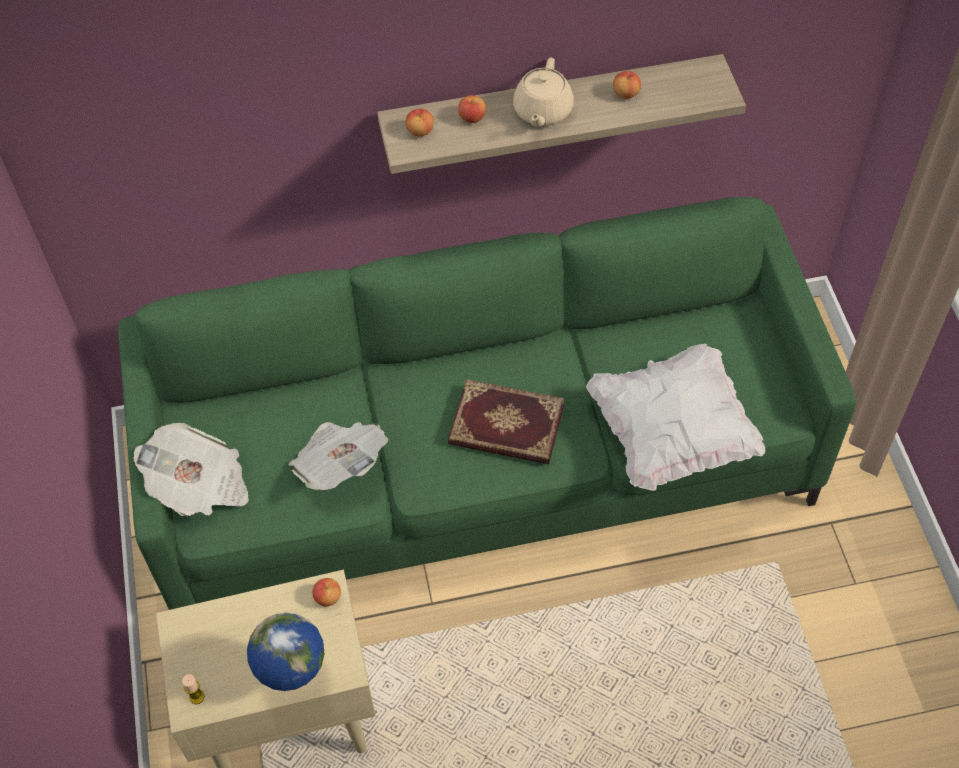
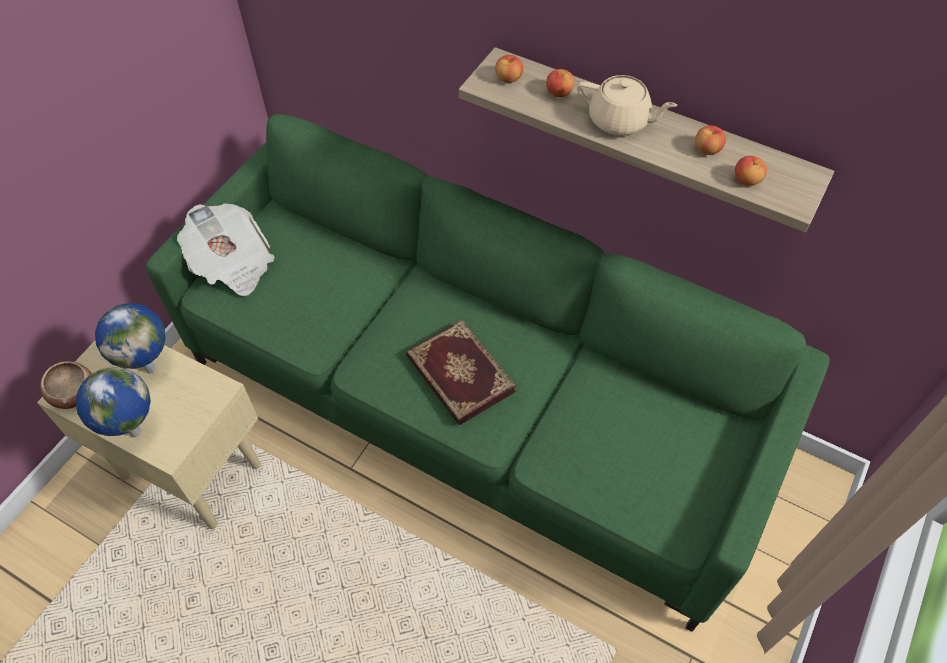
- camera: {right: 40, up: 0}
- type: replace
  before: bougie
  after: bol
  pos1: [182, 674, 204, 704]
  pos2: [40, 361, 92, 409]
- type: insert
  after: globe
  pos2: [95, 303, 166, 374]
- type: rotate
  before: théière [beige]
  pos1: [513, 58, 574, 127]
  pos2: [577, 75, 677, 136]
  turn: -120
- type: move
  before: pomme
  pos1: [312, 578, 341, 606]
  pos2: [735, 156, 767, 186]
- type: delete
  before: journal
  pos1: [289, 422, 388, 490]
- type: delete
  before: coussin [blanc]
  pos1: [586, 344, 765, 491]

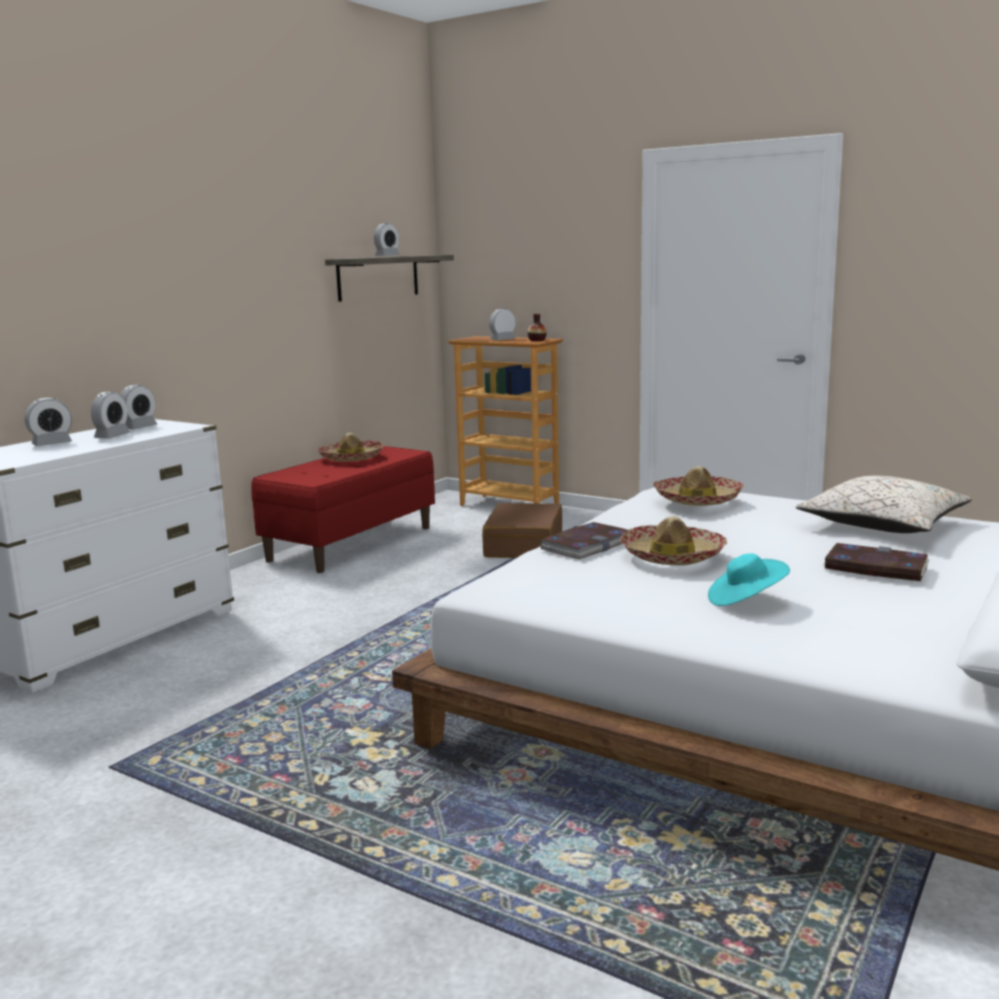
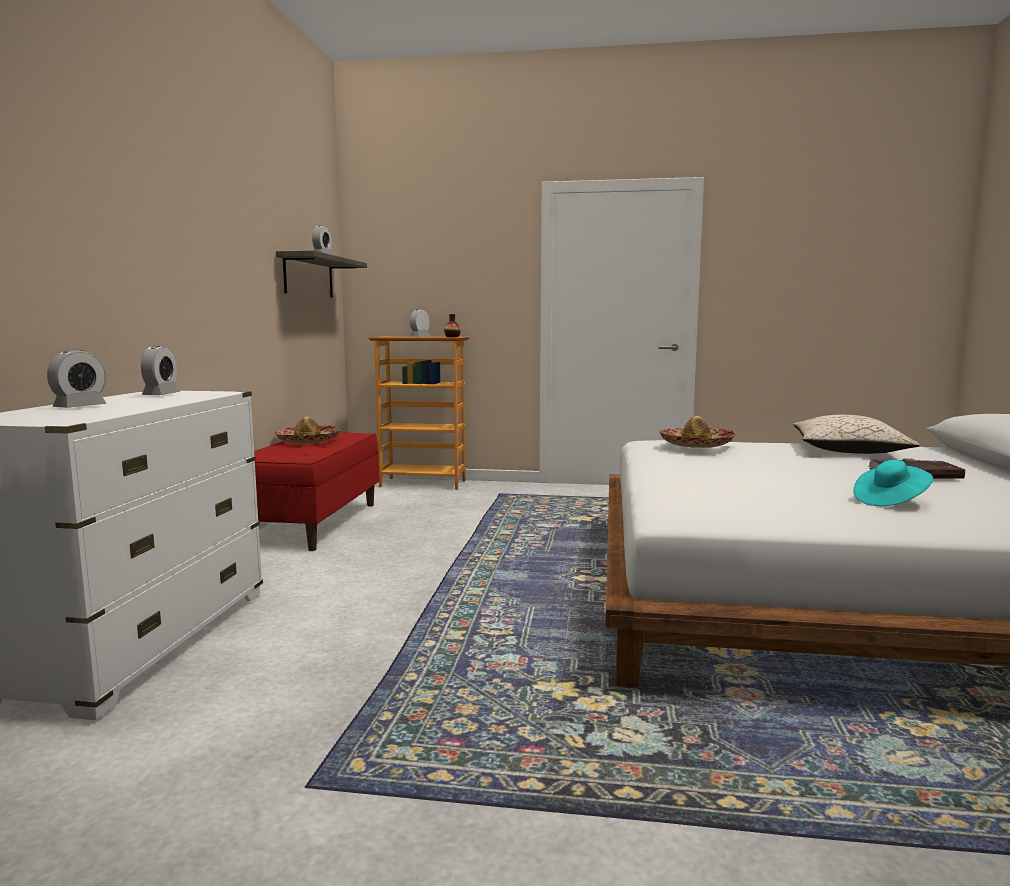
- camera: {right: -25, up: -5}
- type: delete
  before: réveil
  pos1: [91, 391, 131, 438]
- type: delete
  before: valise [marron]
  pos1: [482, 503, 562, 558]
- type: delete
  before: livre
  pos1: [541, 522, 628, 559]
- type: delete
  before: chapeau
  pos1: [620, 516, 727, 566]

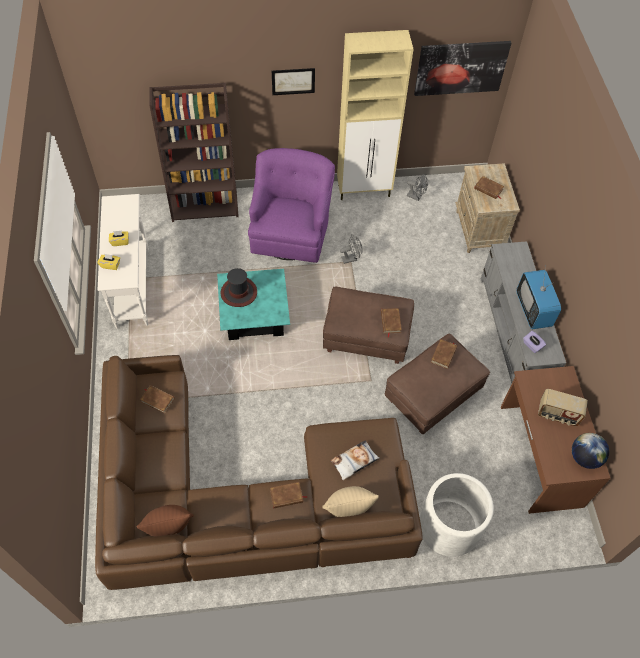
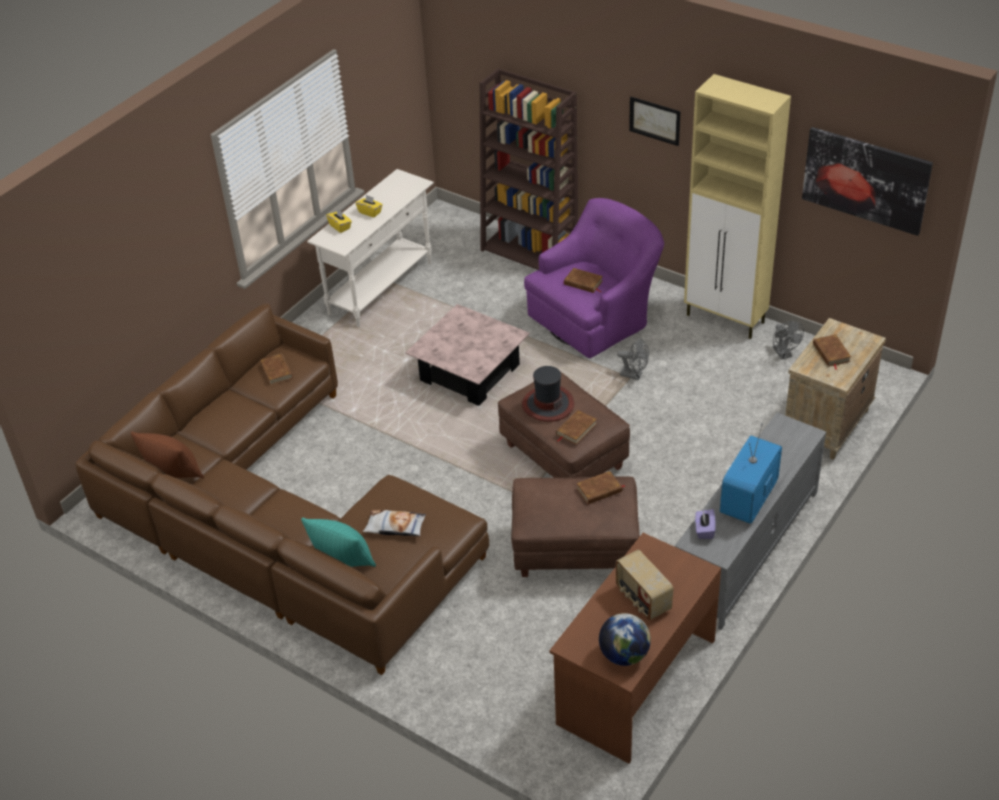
- camera: {right: 45, up: -15}
- type: recolor
  before: coussin [beige]
  after: coussin [turquoise]
  pos1: [322, 486, 379, 517]
  pos2: [301, 518, 376, 567]
- type: recolor
  before: table basse [turquoise]
  after: table basse [rose]
  pos1: [217, 269, 290, 340]
  pos2: [405, 304, 530, 406]
- type: move
  before: chapeau
  pos1: [221, 268, 257, 307]
  pos2: [522, 366, 574, 422]
- type: move
  before: livre [marron]
  pos1: [270, 482, 308, 508]
  pos2: [564, 268, 603, 293]
- type: delete
  before: cache-pot [blanc]
  pos1: [420, 473, 494, 557]

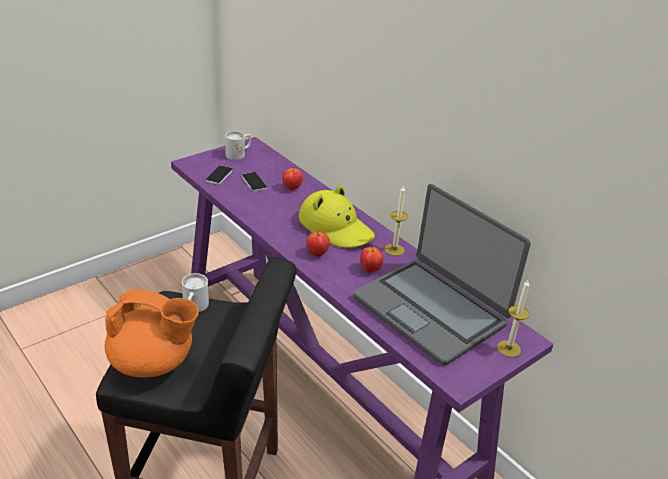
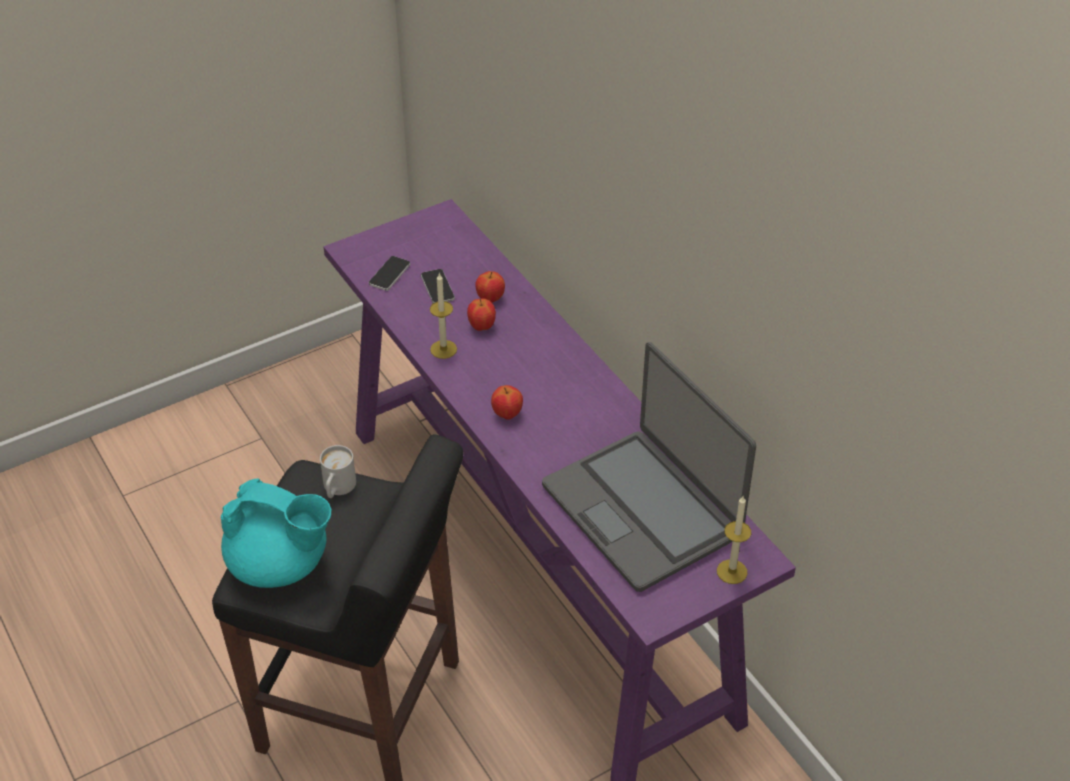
- camera: {right: 10, up: 10}
- type: recolor
  before: théière [orange]
  after: théière [turquoise]
  pos1: [105, 289, 199, 378]
  pos2: [221, 478, 332, 588]
- type: move
  before: bougie
  pos1: [385, 185, 408, 256]
  pos2: [430, 273, 457, 359]
- type: move
  before: pomme
  pos1: [360, 247, 383, 273]
  pos2: [467, 298, 496, 331]
- type: delete
  before: mug [blanc]
  pos1: [225, 131, 251, 160]
- type: delete
  before: chapeau [jaune]
  pos1: [299, 185, 375, 248]

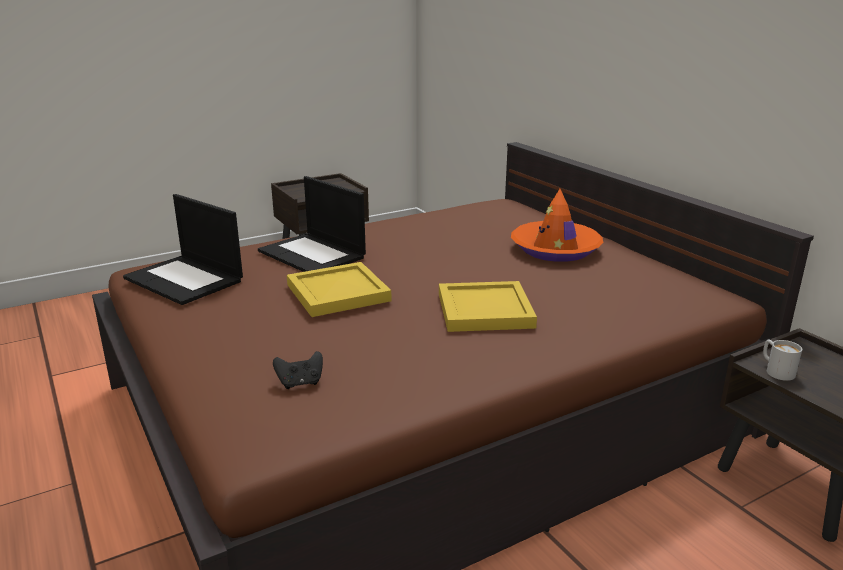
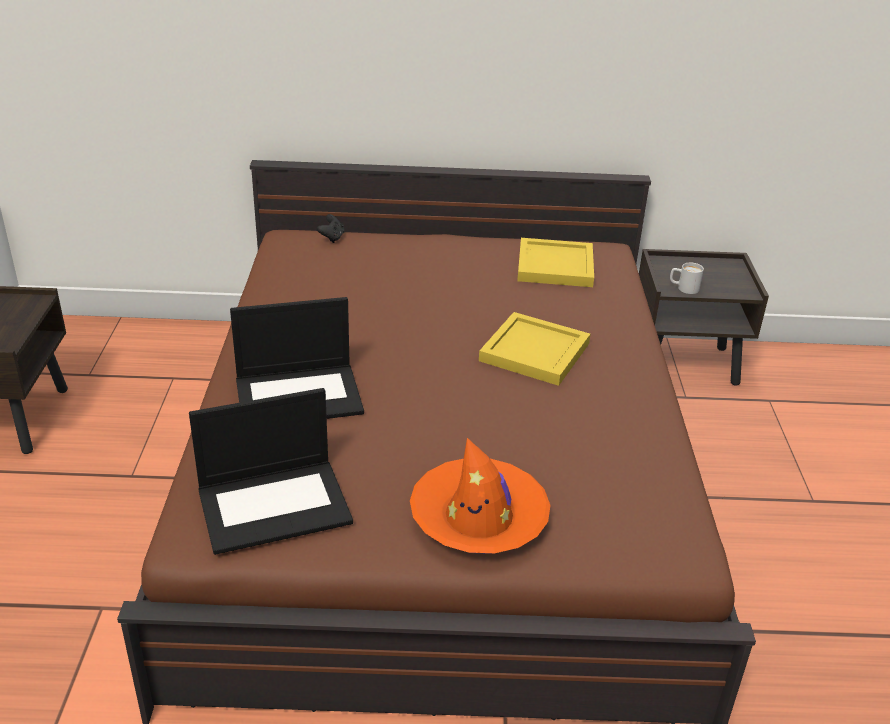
- camera: {right: -60, up: 10}
- type: move
  before: manette [noir]
  pos1: [273, 351, 323, 389]
  pos2: [317, 214, 345, 243]
- type: move
  before: chapeau [orange]
  pos1: [511, 189, 603, 262]
  pos2: [410, 438, 551, 554]
- type: move
  before: plateau [jaune]
  pos1: [287, 262, 392, 317]
  pos2: [517, 238, 594, 287]

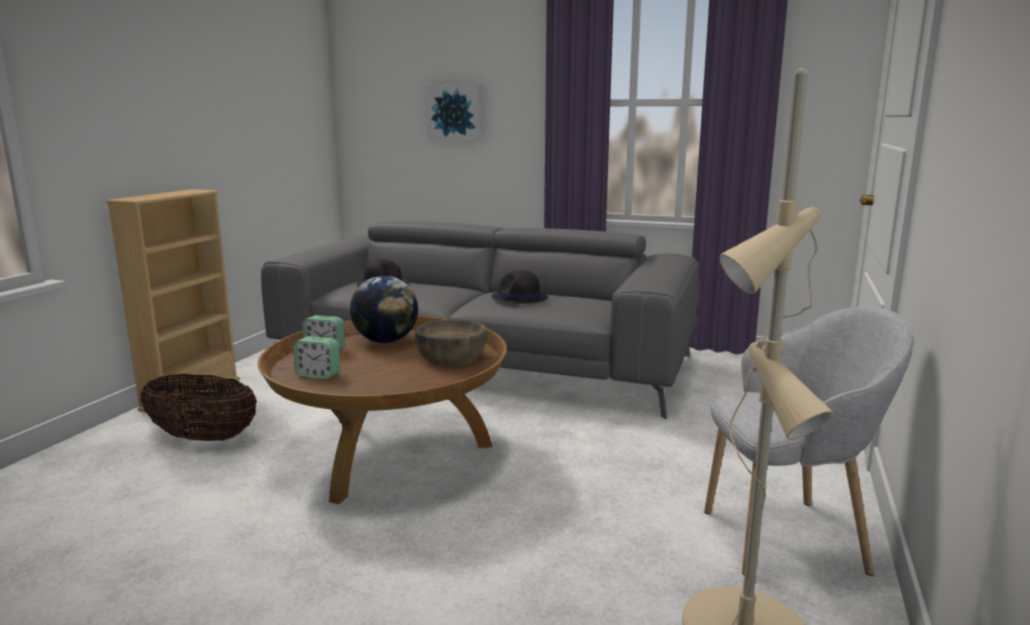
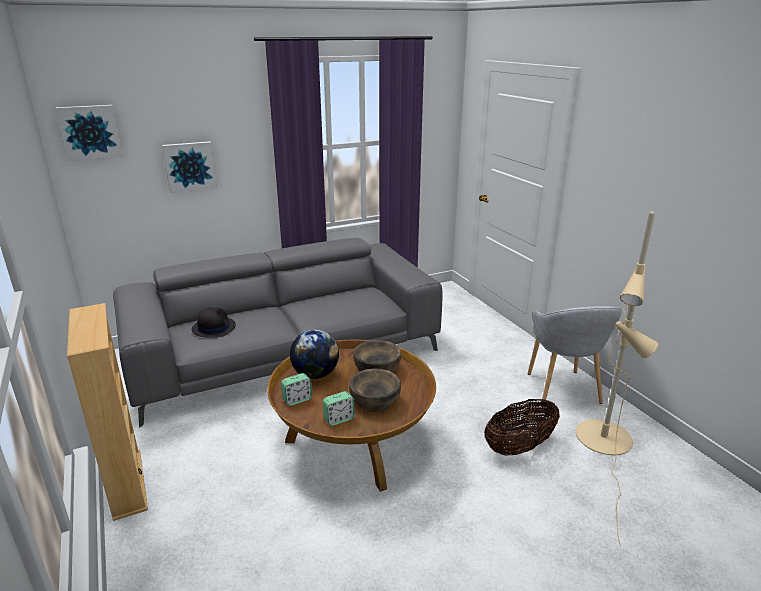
- camera: {right: -45, up: 10}
- type: insert
  after: tableau
  pos2: [56, 105, 123, 161]
- type: insert
  after: bol [marron]
  pos2: [349, 369, 401, 412]
- type: move
  before: panier
  pos1: [140, 374, 257, 441]
  pos2: [484, 399, 560, 456]
- type: rotate
  before: fauteuil [gris]
  pos1: [704, 307, 913, 576]
  pos2: [528, 306, 622, 404]
  turn: 135
- type: delete
  before: chapeau [noir]
  pos1: [491, 270, 548, 304]

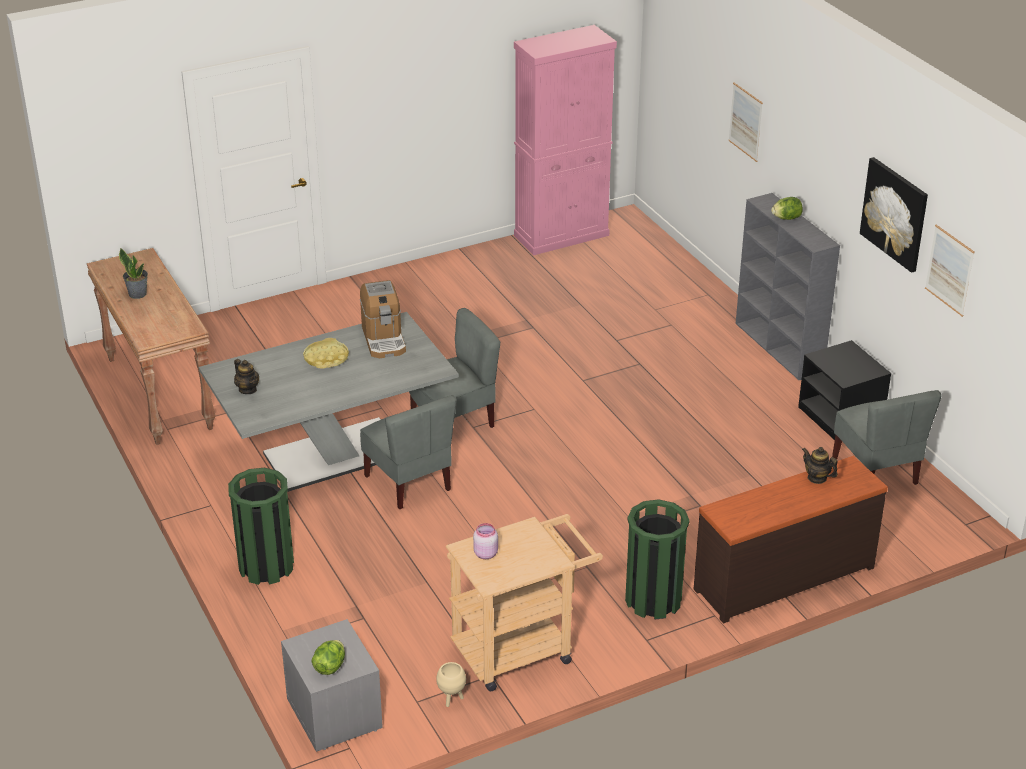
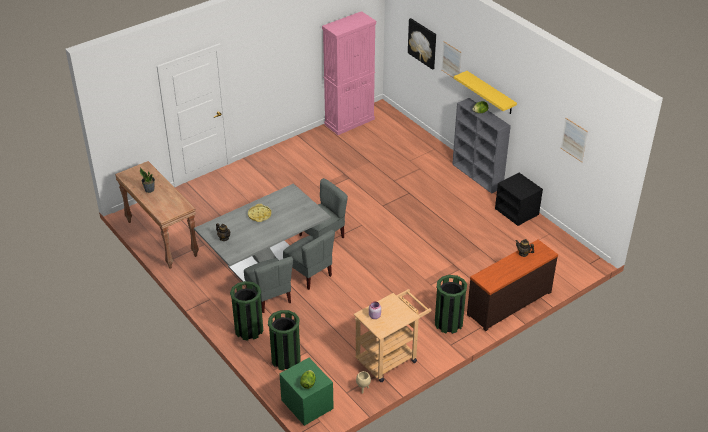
- camera: {right: -10, up: 5}
- type: move
  before: chaise [gris]
  pos1: [832, 390, 942, 485]
  pos2: [244, 257, 293, 313]
- type: insert
  after: poubelle [vert]
  pos2: [268, 310, 301, 371]
- type: recolor
  before: table de chevet [gris]
  after: table de chevet [vert]
  pos1: [281, 619, 383, 752]
  pos2: [279, 358, 334, 426]
- type: move
  before: tableau
  pos1: [860, 157, 928, 273]
  pos2: [408, 18, 436, 70]
- type: insert
  after: étagère [jaune]
  pos2: [454, 71, 517, 114]
- type: delete
  before: machine à café
  pos1: [360, 280, 406, 358]

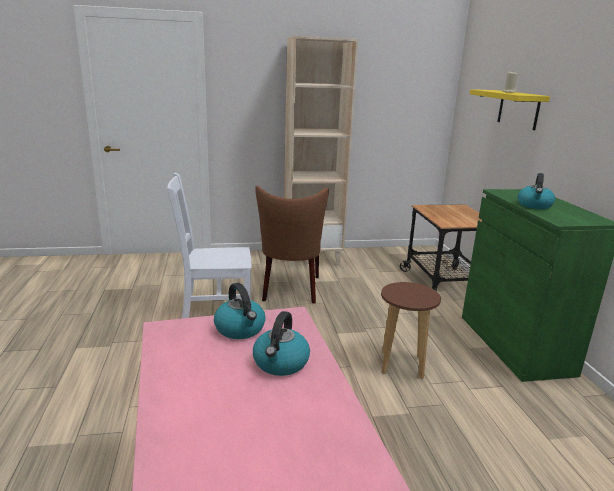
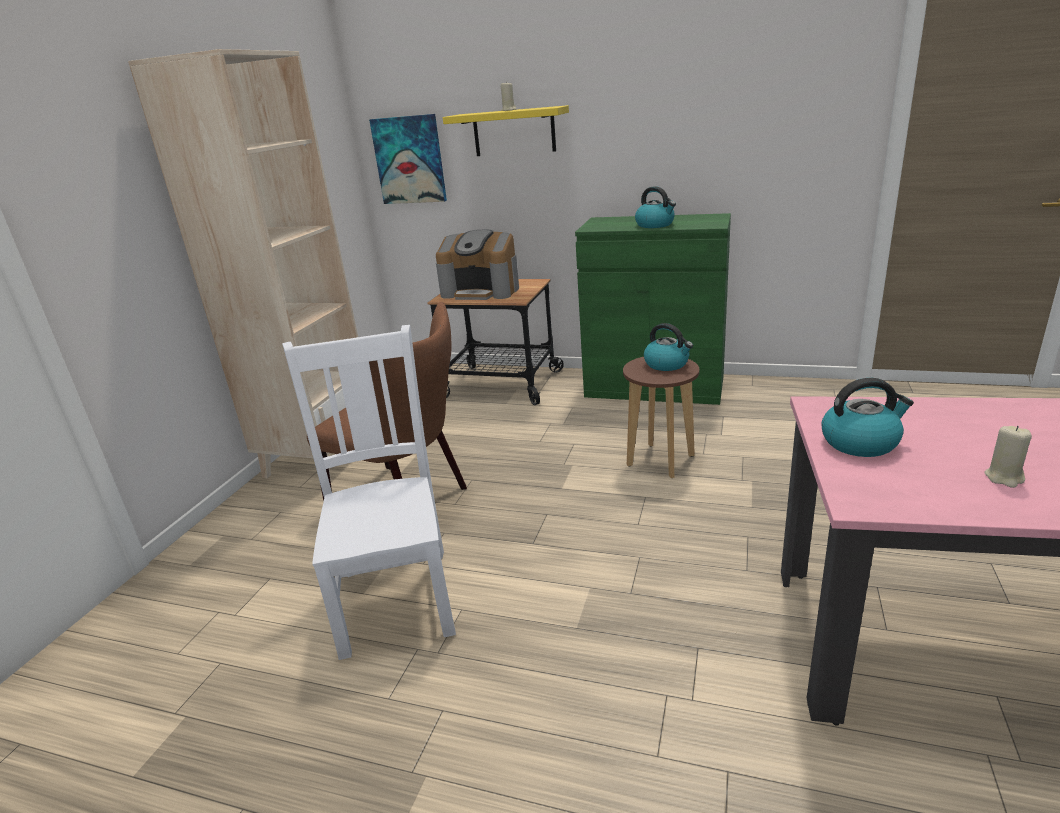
- camera: {right: -60, up: 5}
- type: rotate
  before: chaise [blanc]
  pos1: [167, 173, 251, 318]
  pos2: [282, 325, 456, 660]
  turn: 150
- type: insert
  after: tableau
  pos2: [369, 114, 447, 204]
- type: insert
  after: machine à café
  pos2: [436, 230, 519, 300]
- type: move
  before: bouilloire
  pos1: [253, 311, 310, 376]
  pos2: [644, 323, 693, 371]
- type: insert
  after: bougie [beige]
  pos2: [985, 426, 1032, 488]

